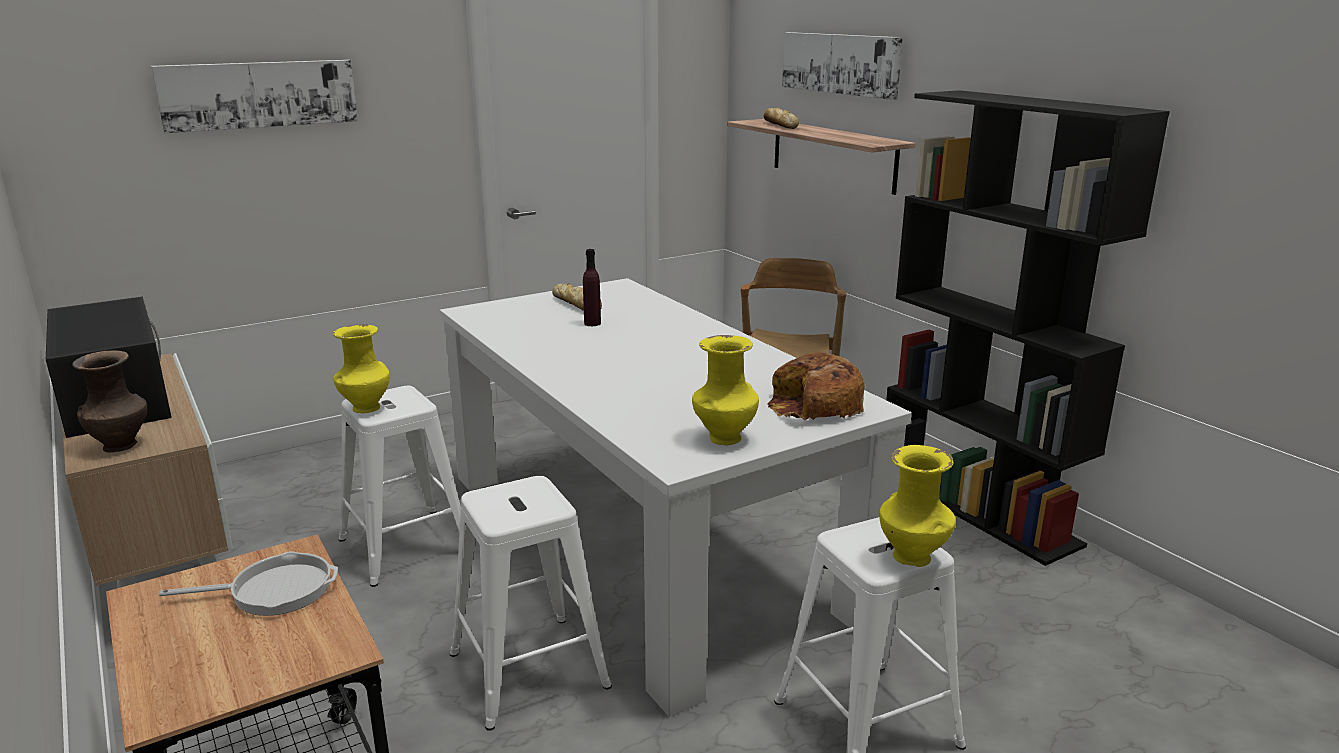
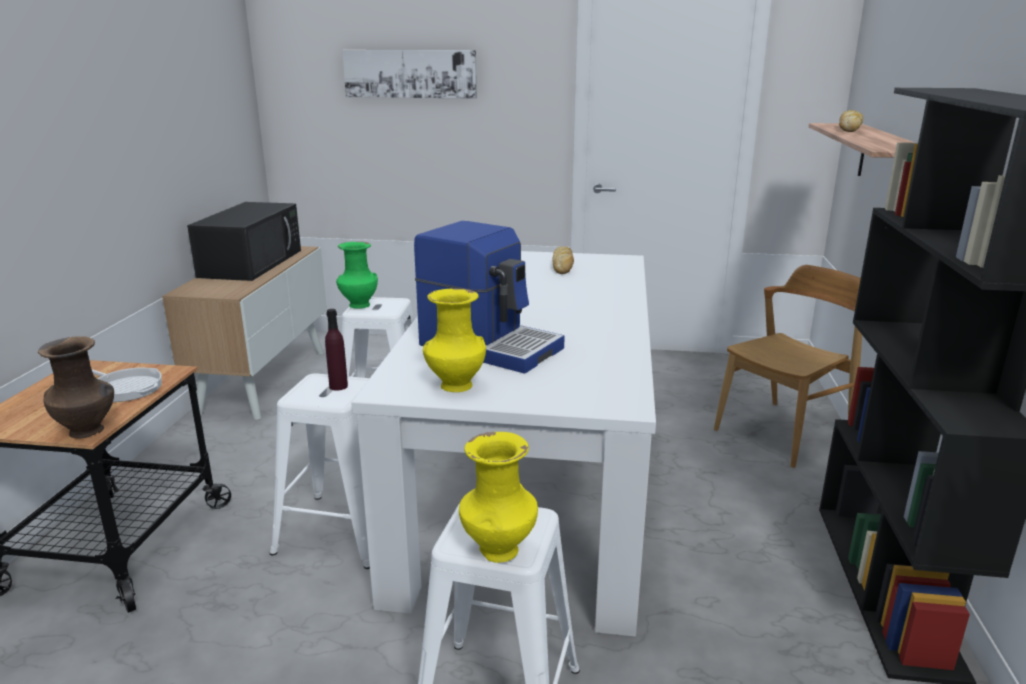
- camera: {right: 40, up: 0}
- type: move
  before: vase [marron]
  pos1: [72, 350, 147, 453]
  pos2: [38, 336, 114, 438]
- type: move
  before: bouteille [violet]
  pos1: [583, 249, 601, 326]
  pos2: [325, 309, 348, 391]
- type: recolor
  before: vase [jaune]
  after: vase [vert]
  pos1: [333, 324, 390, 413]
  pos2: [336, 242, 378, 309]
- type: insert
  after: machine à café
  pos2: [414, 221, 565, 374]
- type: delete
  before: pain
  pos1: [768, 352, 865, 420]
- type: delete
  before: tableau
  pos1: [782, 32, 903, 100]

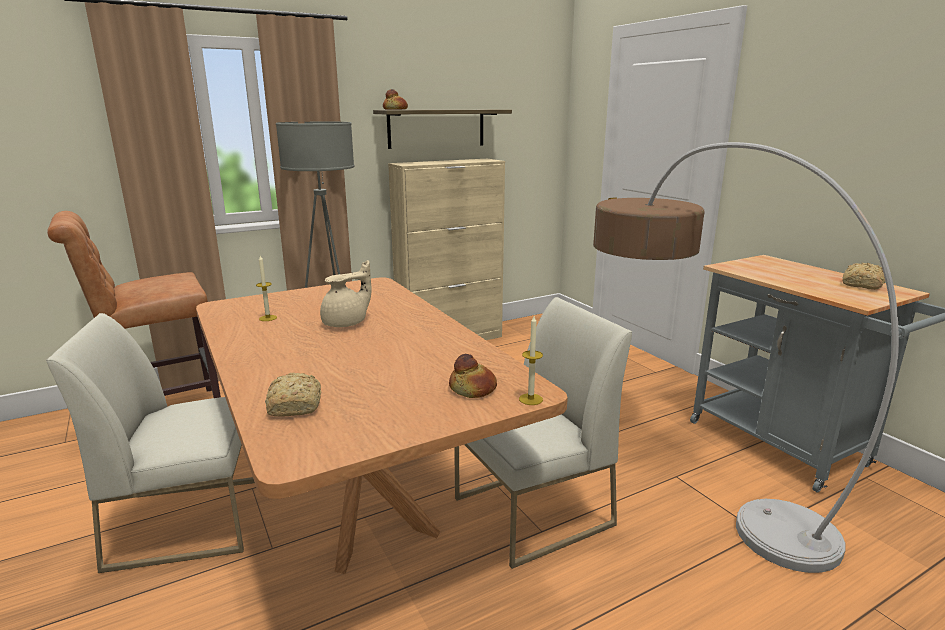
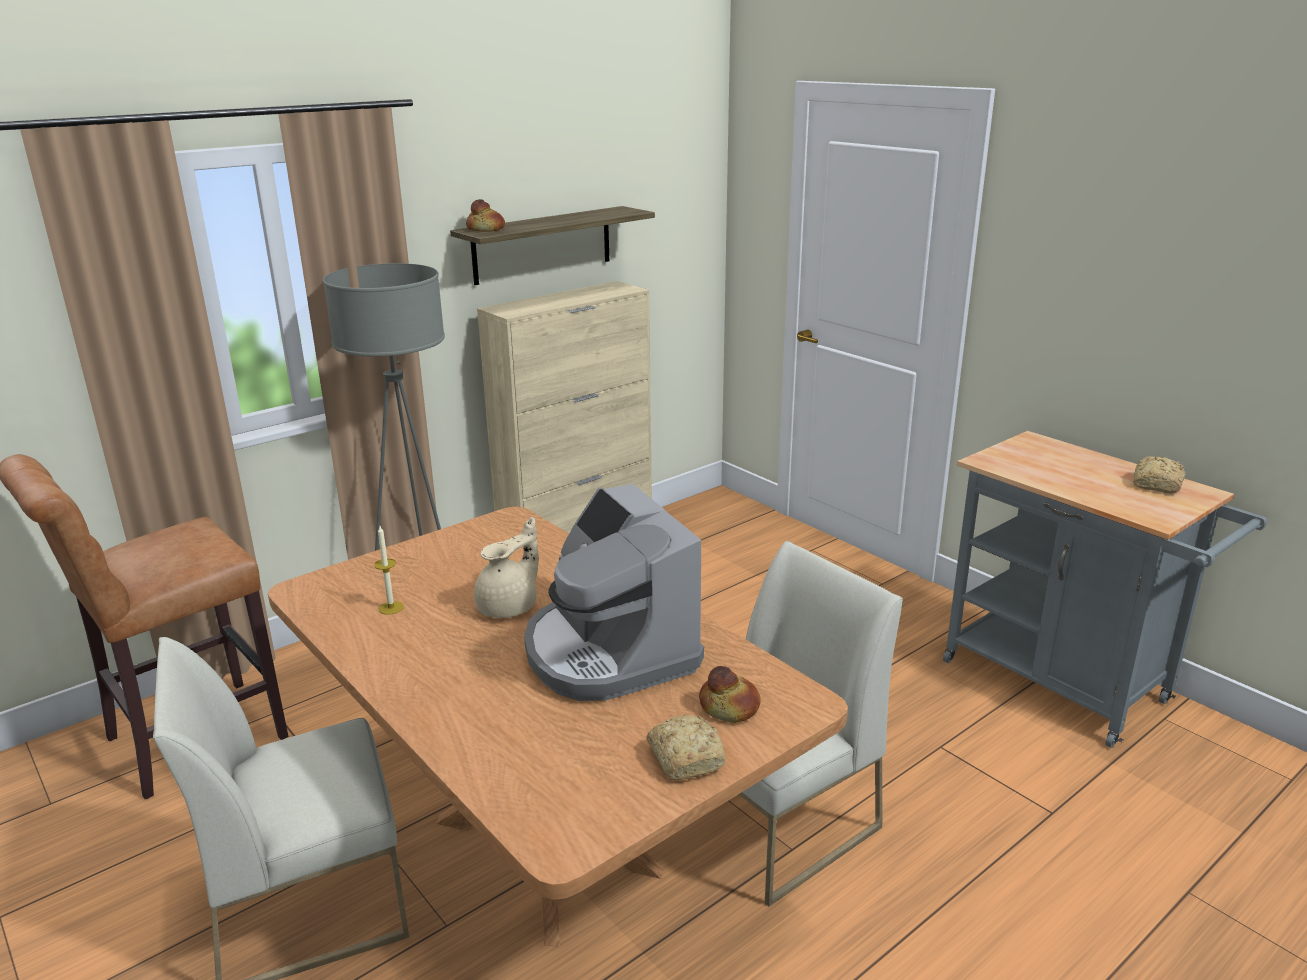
- camera: {right: -10, up: 5}
- type: insert
  after: machine à café
  pos2: [524, 484, 704, 701]
- type: move
  before: pain
  pos1: [265, 373, 321, 417]
  pos2: [647, 714, 726, 780]
- type: delete
  before: bougie
  pos1: [519, 316, 543, 405]
- type: delete
  before: lampadaire
  pos1: [593, 142, 899, 573]

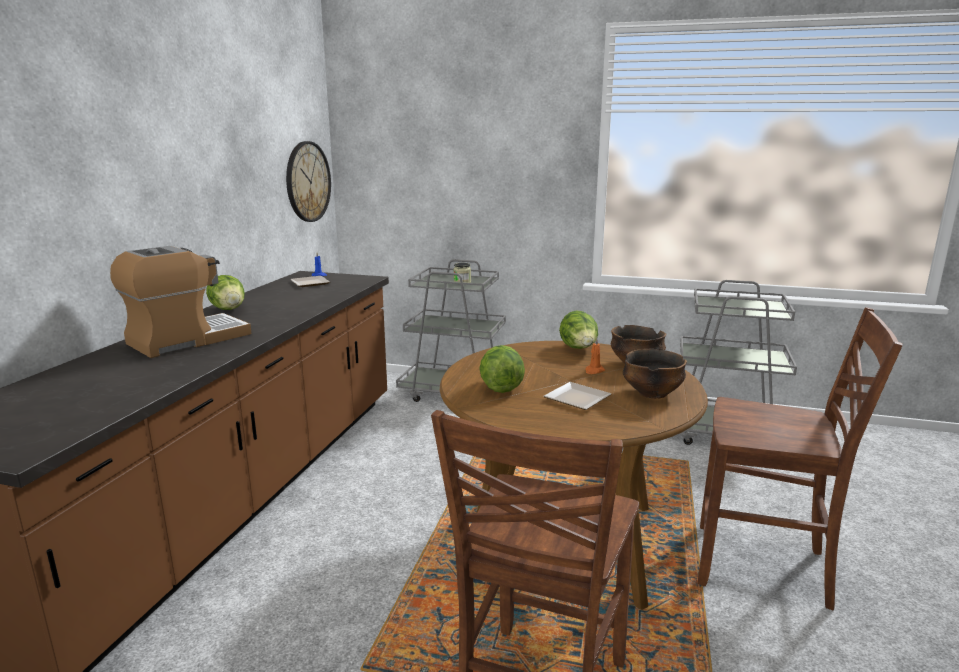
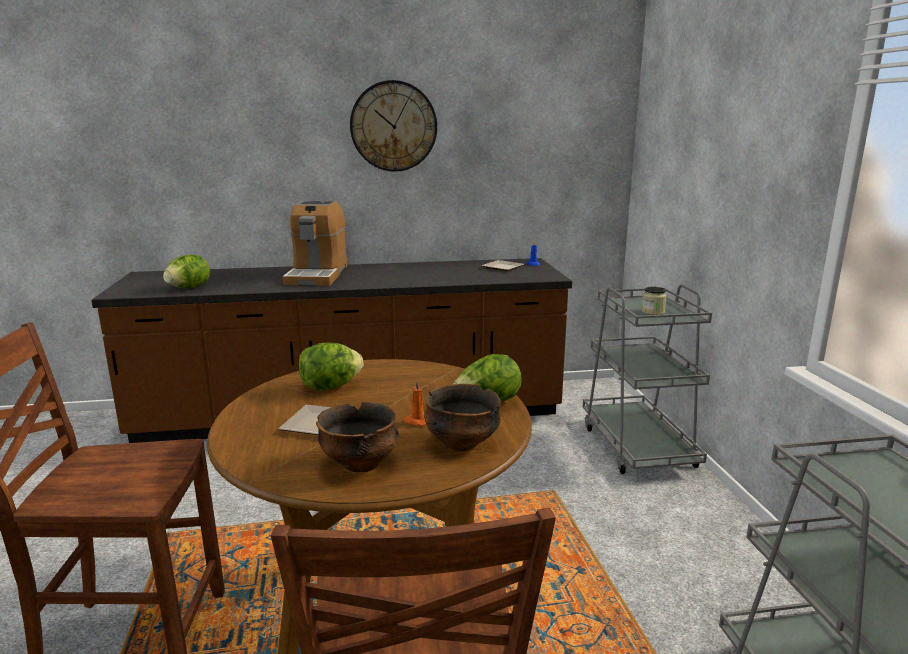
- camera: {right: 65, up: 0}
- type: move
  before: laitue
  pos1: [206, 275, 245, 310]
  pos2: [163, 255, 210, 288]
- type: rotate
  before: machine à café
  pos1: [110, 246, 252, 358]
  pos2: [282, 200, 347, 286]
  turn: 75
- type: move
  before: horloge murale
  pos1: [286, 141, 331, 222]
  pos2: [350, 80, 437, 172]

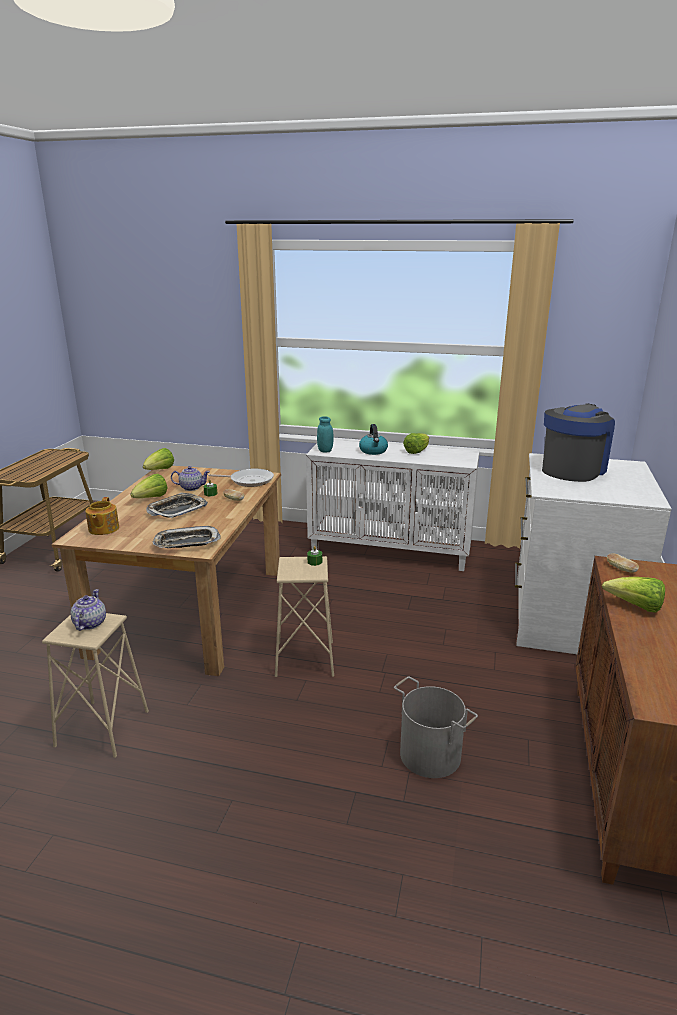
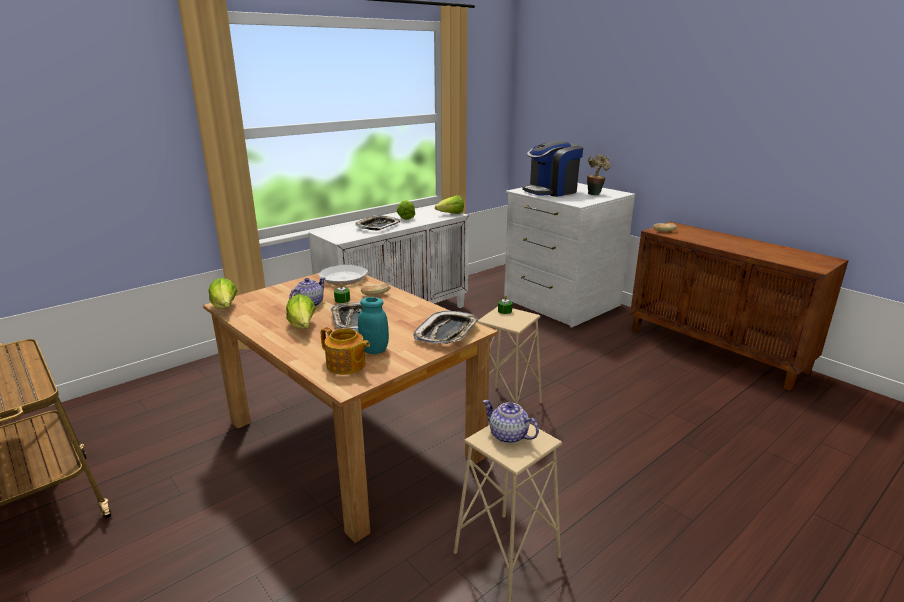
- camera: {right: -55, up: 0}
- type: replace
  before: bouilloire
  after: plateau
  pos1: [359, 424, 388, 455]
  pos2: [355, 215, 400, 231]
- type: move
  before: bocal [turquoise]
  pos1: [317, 416, 334, 453]
  pos2: [358, 297, 389, 354]
- type: move
  before: laitue
  pos1: [602, 577, 665, 613]
  pos2: [435, 195, 464, 214]
- type: rotate
  before: machine à café
  pos1: [542, 403, 615, 482]
  pos2: [522, 141, 583, 197]
  turn: -105
- type: insert
  after: plante en pot
  pos2: [587, 154, 611, 195]
- type: delete
  before: seau [gris]
  pos1: [394, 677, 478, 778]

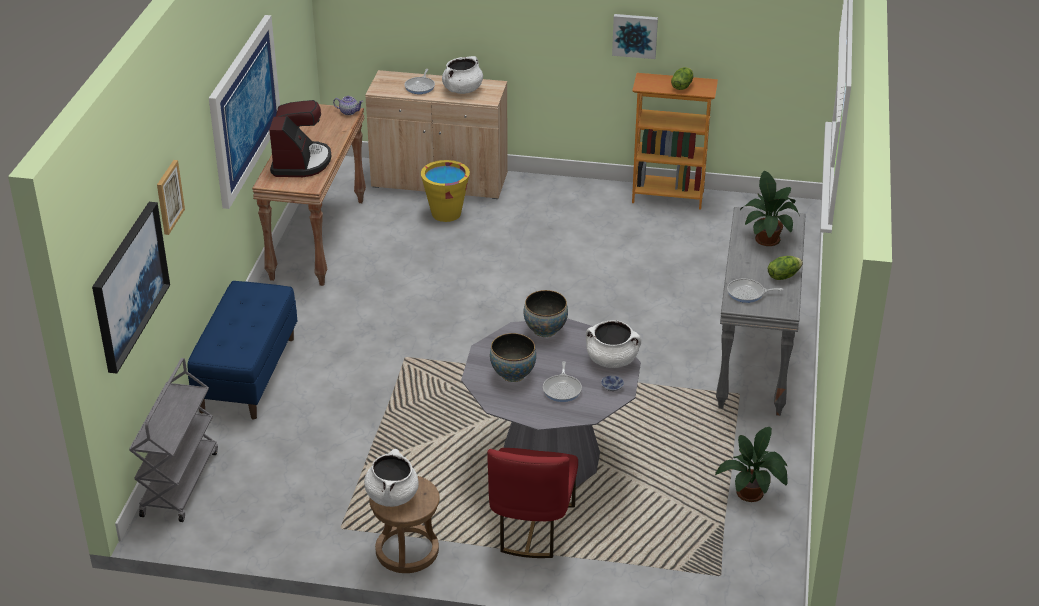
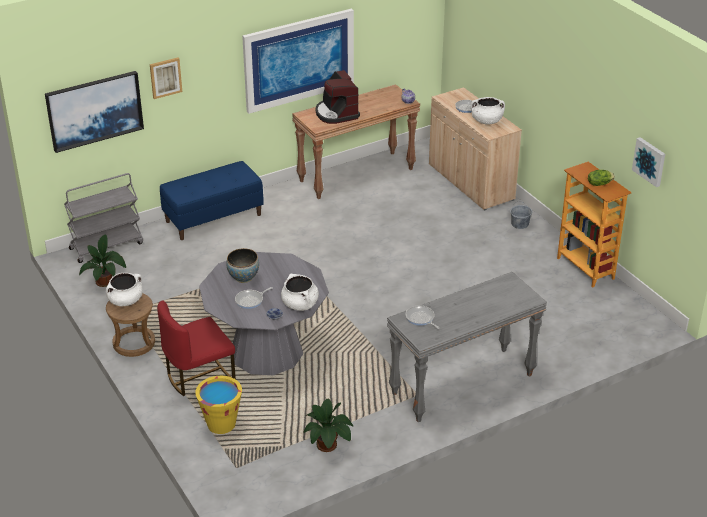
- camera: {right: 50, up: 0}
- type: move
  before: plante en pot
  pos1: [740, 171, 800, 246]
  pos2: [79, 235, 126, 287]
- type: move
  before: seau [jaune]
  pos1: [421, 160, 470, 222]
  pos2: [195, 376, 242, 434]
- type: rotate
  before: machine à café
  pos1: [269, 100, 331, 177]
  pos2: [316, 70, 360, 124]
  turn: 105
- type: insert
  after: seau [gris]
  pos2: [510, 202, 532, 229]
- type: move
  before: tableau
  pos1: [612, 14, 658, 59]
  pos2: [632, 137, 665, 187]
- type: delete
  before: bol
  pos1: [524, 290, 568, 337]
- type: delete
  before: laitue
  pos1: [768, 256, 803, 280]

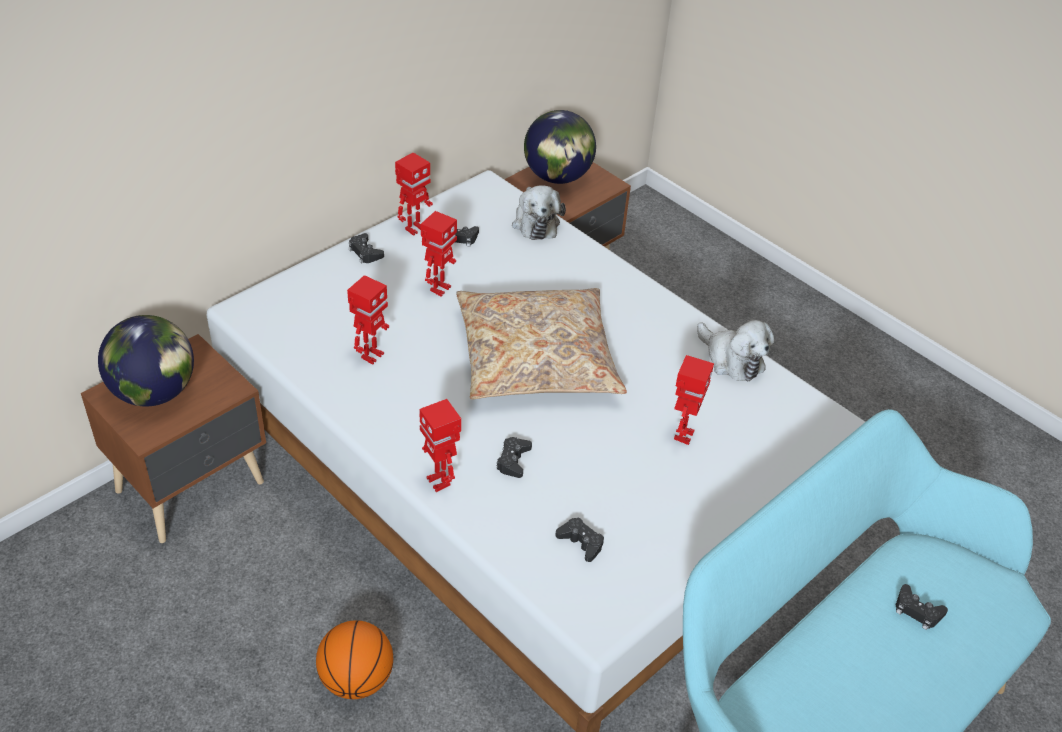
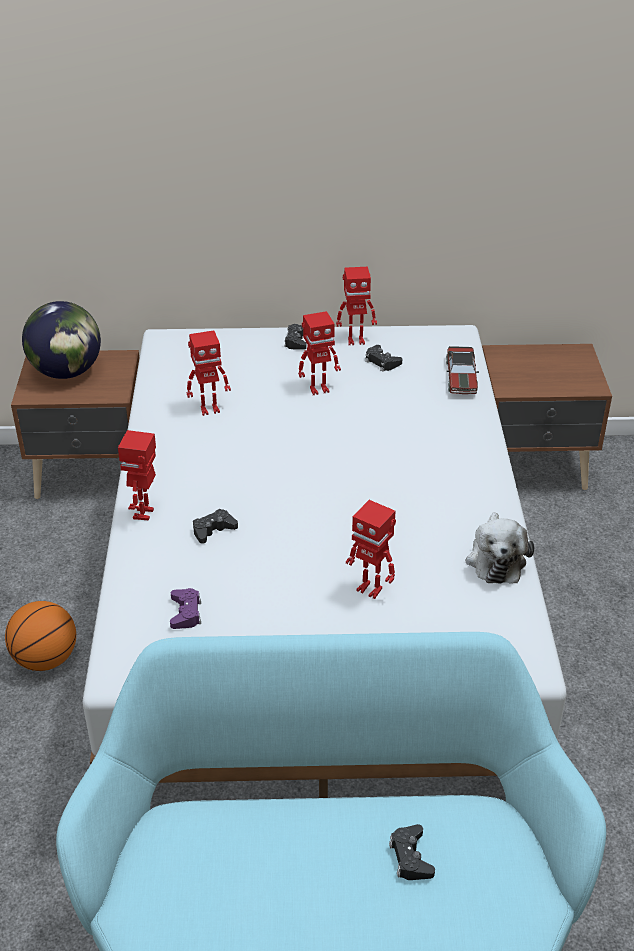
- camera: {right: 45, up: -5}
- type: recolor
  before: manette [noir]
  after: manette [violet]
  pos1: [555, 517, 604, 562]
  pos2: [170, 588, 201, 629]
- type: rotate
  before: robot jouet
  pos1: [674, 355, 714, 445]
  pos2: [346, 500, 396, 599]
  turn: 60
- type: replace
  before: peluche
  after: petite voiture
  pos1: [512, 186, 566, 240]
  pos2: [446, 346, 479, 394]
- type: delete
  before: coussin [beige]
  pos1: [456, 288, 627, 399]
- type: delete
  before: globe
  pos1: [524, 110, 596, 184]

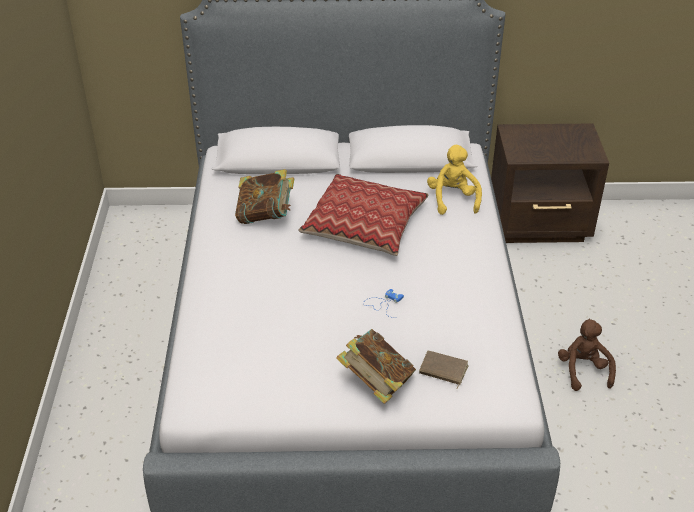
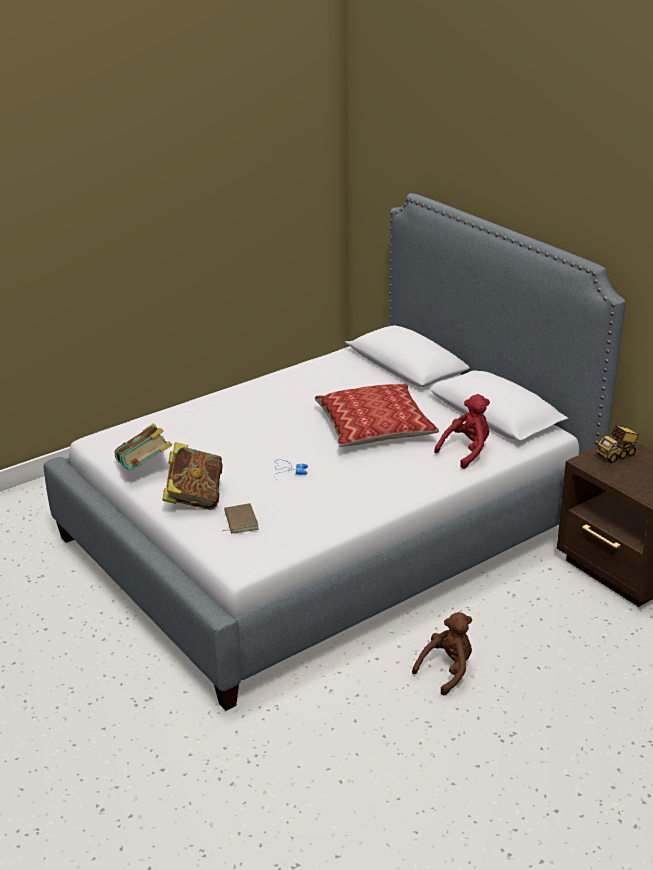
- camera: {right: 55, up: -10}
- type: move
  before: livre
  pos1: [235, 169, 294, 224]
  pos2: [115, 424, 172, 470]
- type: recolor
  before: peluche [jaune]
  after: peluche [rouge]
  pos1: [427, 145, 482, 215]
  pos2: [434, 394, 490, 469]
- type: insert
  after: camion jouet
  pos2: [596, 425, 640, 463]

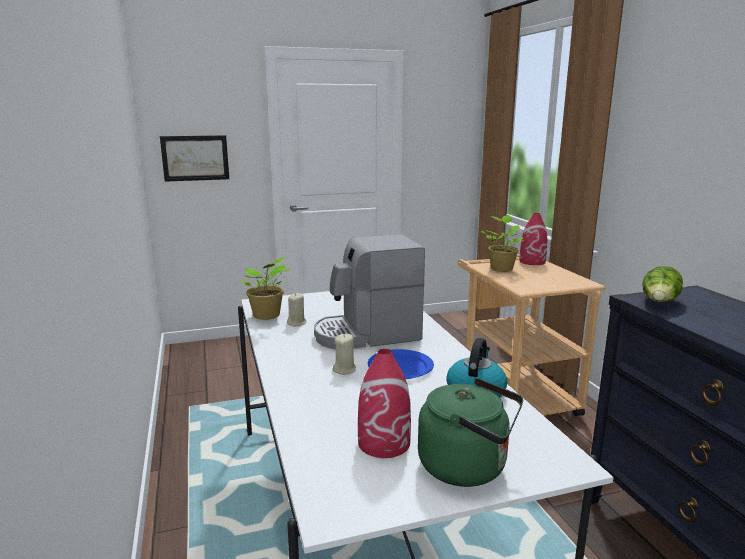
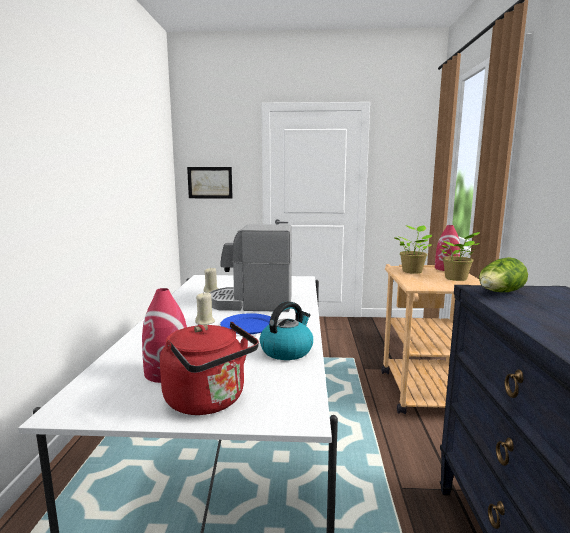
- camera: {right: 20, up: -5}
- type: recolor
  before: bouilloire [vert]
  after: bouilloire [rouge]
  pos1: [418, 378, 523, 487]
  pos2: [160, 322, 259, 415]
- type: move
  before: plante en pot
  pos1: [240, 257, 292, 320]
  pos2: [440, 232, 480, 281]

